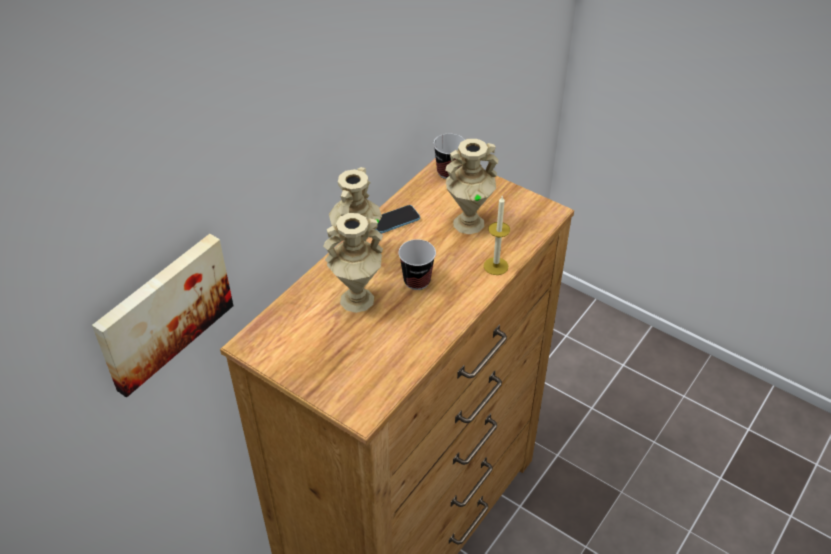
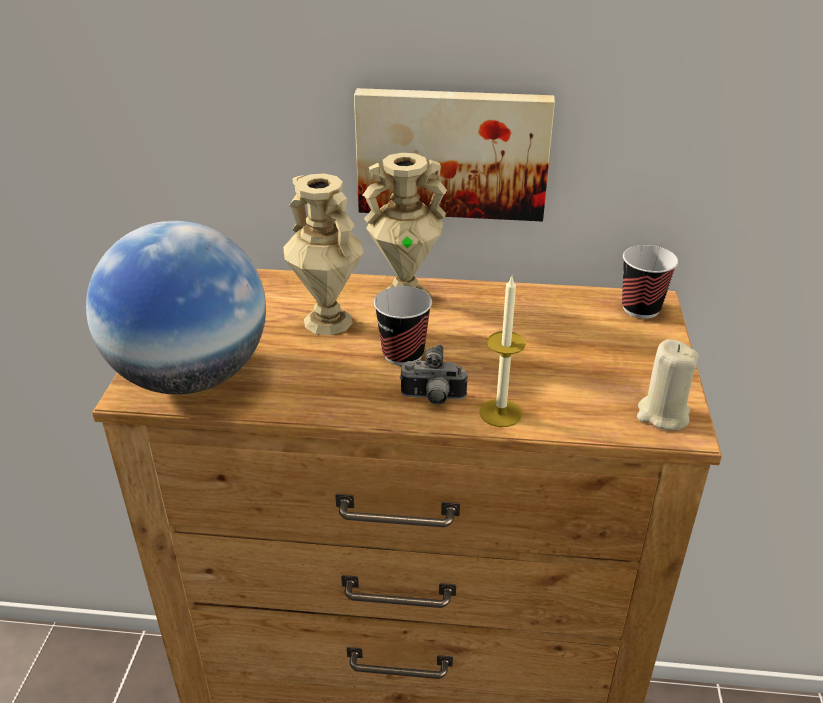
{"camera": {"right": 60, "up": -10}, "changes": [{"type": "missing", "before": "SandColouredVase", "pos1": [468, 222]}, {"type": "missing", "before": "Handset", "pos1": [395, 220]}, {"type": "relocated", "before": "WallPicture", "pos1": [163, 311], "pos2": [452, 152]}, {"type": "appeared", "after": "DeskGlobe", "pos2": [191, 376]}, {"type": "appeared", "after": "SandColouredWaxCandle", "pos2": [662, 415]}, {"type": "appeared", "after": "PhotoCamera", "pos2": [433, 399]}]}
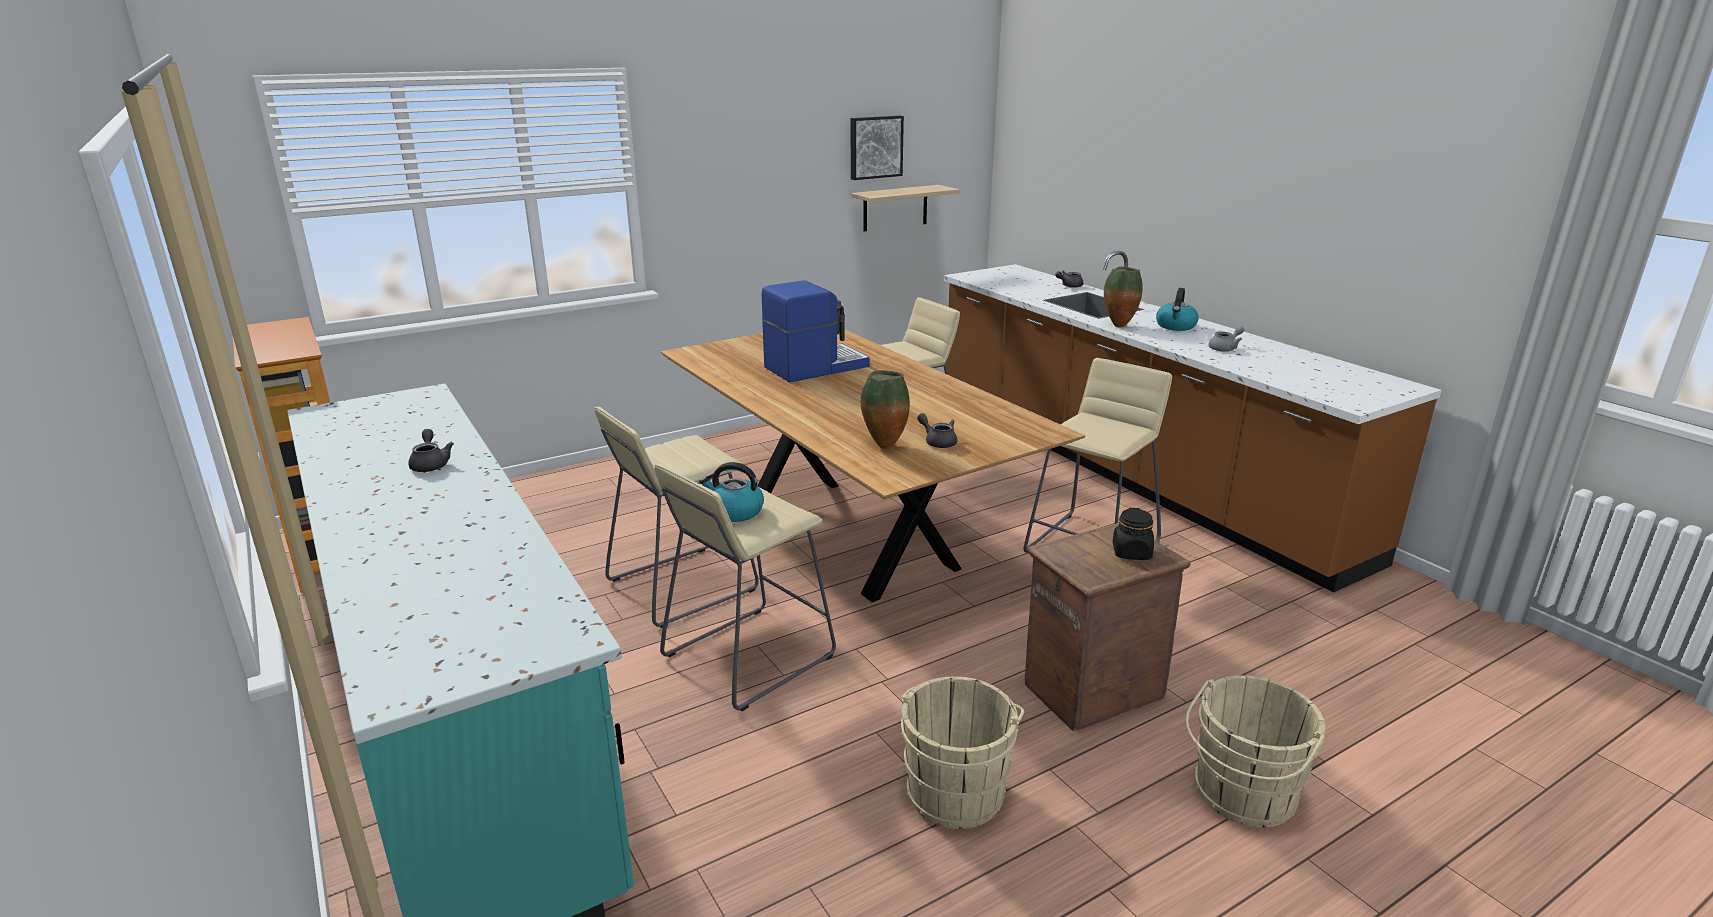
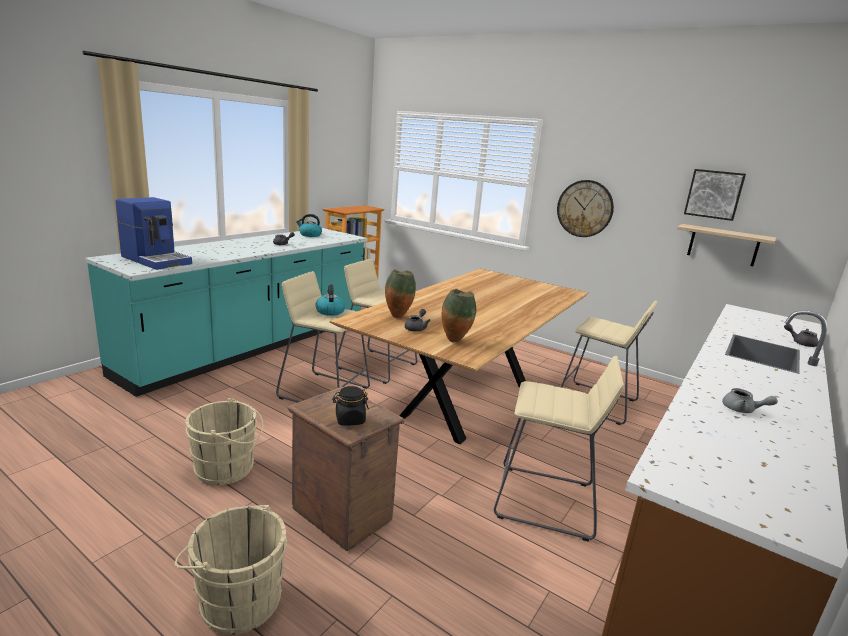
{"camera": {"right": 65, "up": -5}, "changes": [{"type": "relocated", "before": "Vase", "pos1": [1118, 325], "pos2": [455, 341]}, {"type": "relocated", "before": "CoffeeMaker", "pos1": [815, 367], "pos2": [157, 260]}, {"type": "relocated", "before": "Kettle", "pos1": [1176, 326], "pos2": [310, 235]}, {"type": "appeared", "after": "WallClock", "pos2": [585, 208]}]}
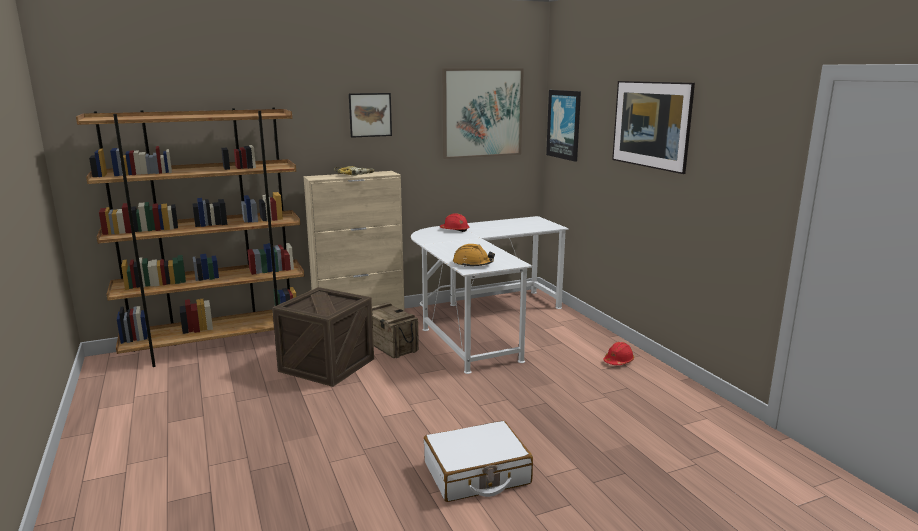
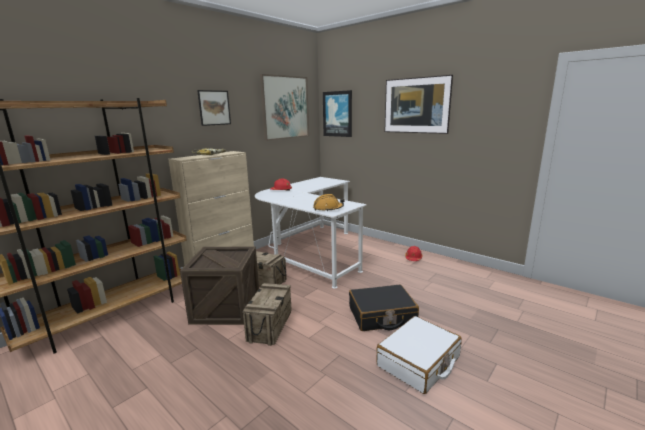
{"camera": {"right": -25, "up": 0}, "changes": [{"type": "appeared", "after": "Crate", "pos2": [269, 325]}, {"type": "appeared", "after": "BlackColouredSuitcase", "pos2": [382, 316]}]}
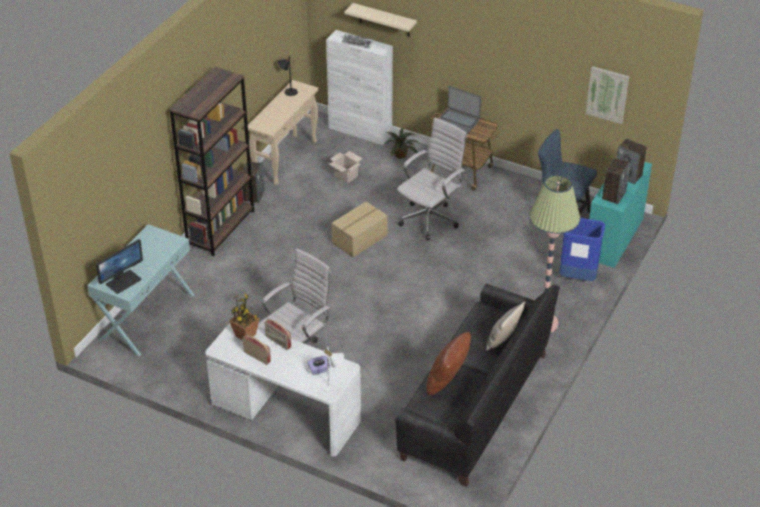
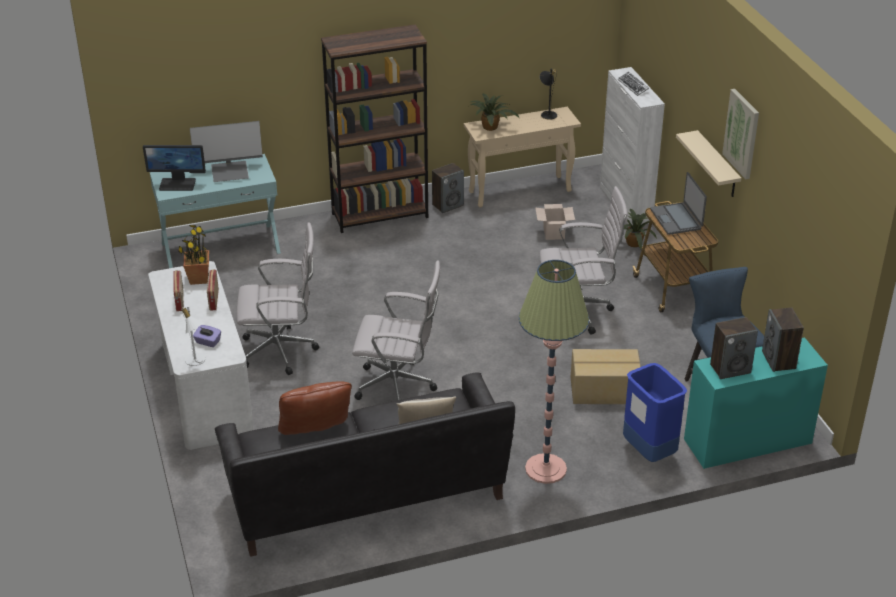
{"camera": {"right": 45, "up": -5}, "changes": [{"type": "relocated", "before": "SandColouredWallShelf", "pos1": [384, 20], "pos2": [717, 165]}, {"type": "relocated", "before": "WallPicture", "pos1": [607, 94], "pos2": [742, 133]}, {"type": "relocated", "before": "CardboardBox", "pos1": [360, 239], "pos2": [604, 391]}, {"type": "appeared", "after": "PottedPlant", "pos2": [491, 127]}, {"type": "appeared", "after": "Monitor", "pos2": [230, 172]}, {"type": "appeared", "after": "WhiteColouredOfficeChair", "pos2": [399, 387]}]}
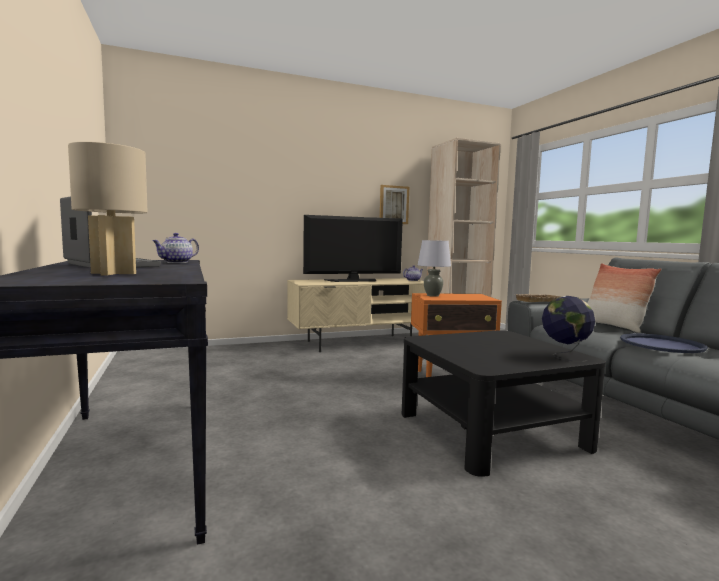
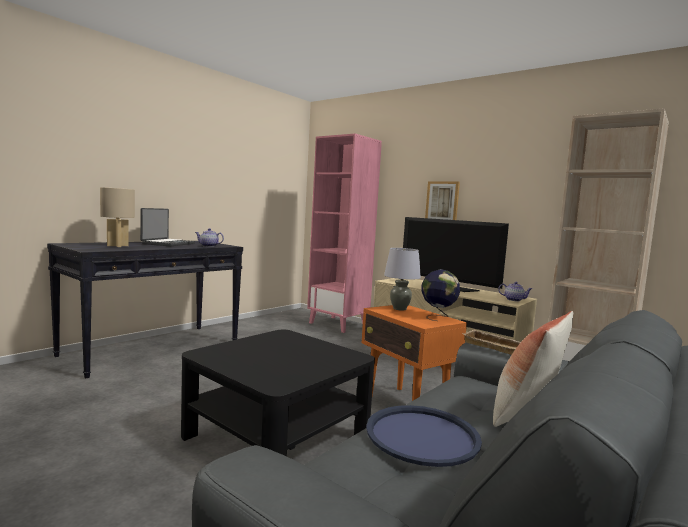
{"camera": {"right": 60, "up": 0}, "changes": [{"type": "relocated", "before": "WallPicture", "pos1": [393, 205], "pos2": [442, 202]}, {"type": "relocated", "before": "DeskGlobe", "pos1": [565, 356], "pos2": [438, 317]}, {"type": "appeared", "after": "PinkishShelvingUnit", "pos2": [338, 324]}]}
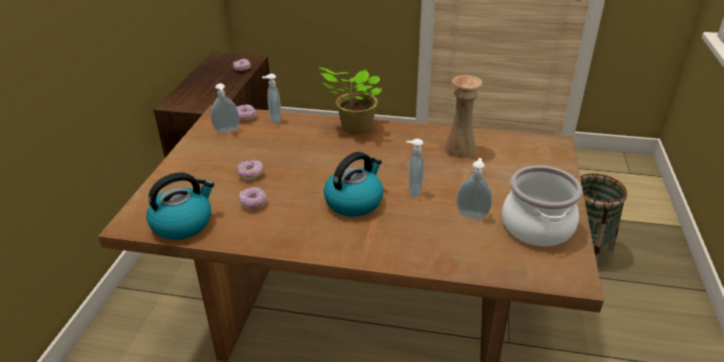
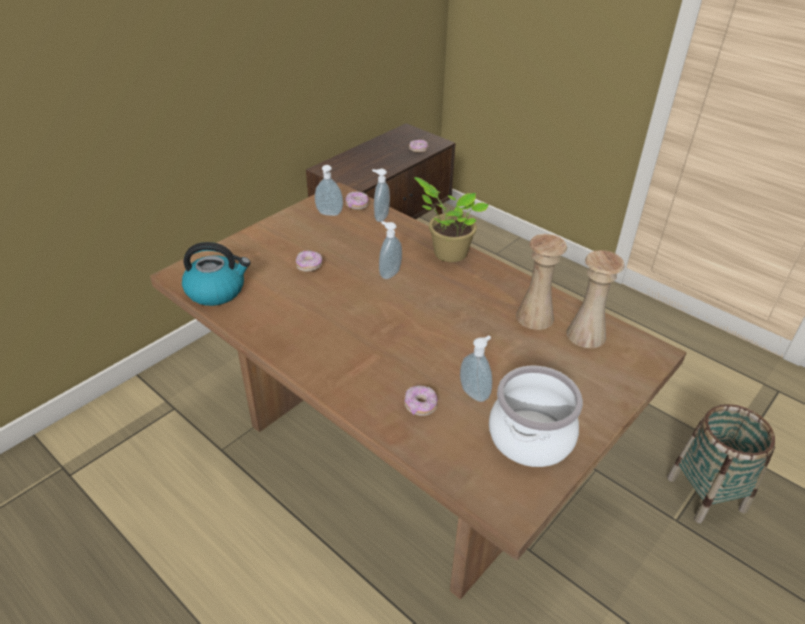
{"camera": {"right": 30, "up": 5}, "changes": [{"type": "relocated", "before": "SoapDispenser", "pos1": [413, 191], "pos2": [389, 273]}, {"type": "missing", "before": "Kettle", "pos1": [354, 201]}, {"type": "relocated", "before": "RingDoughnut", "pos1": [253, 204], "pos2": [420, 406]}, {"type": "appeared", "after": "SandColouredVase", "pos2": [586, 335]}]}
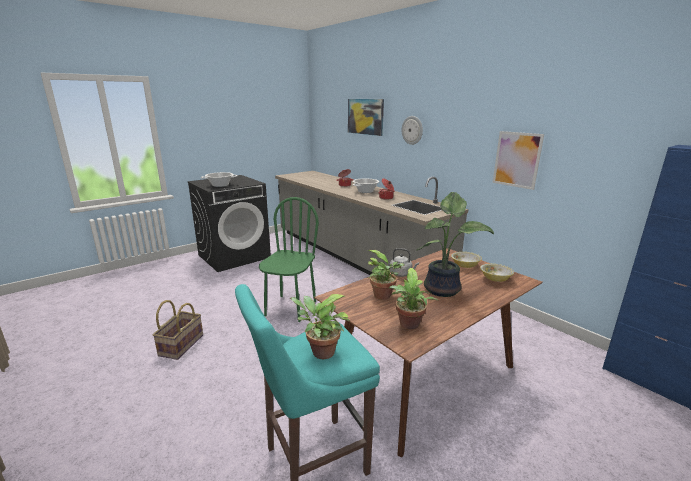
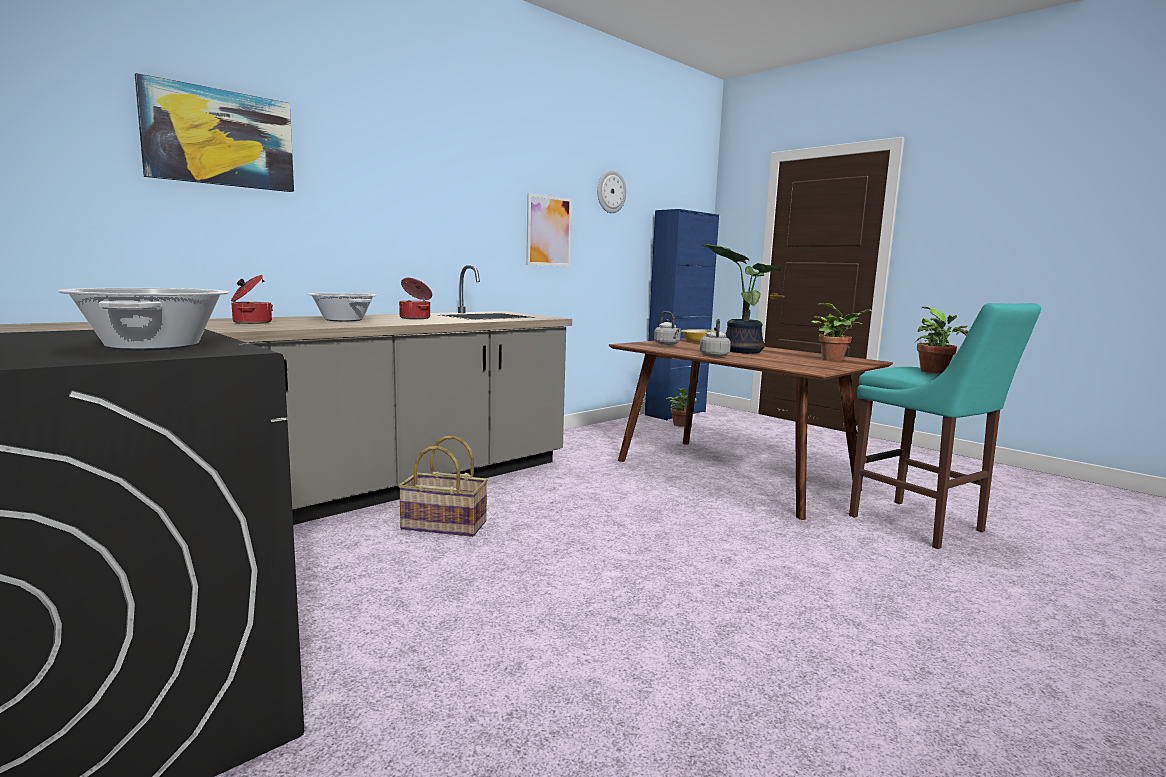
{"camera": {"right": -95, "up": -10}, "changes": [{"type": "relocated", "before": "WallClock", "pos1": [412, 130], "pos2": [610, 191]}, {"type": "missing", "before": "GreenColouredChair", "pos1": [290, 308]}, {"type": "relocated", "before": "PottedPlant", "pos1": [384, 296], "pos2": [680, 424]}, {"type": "exchanged", "before": "DeepDish", "after": "GreyKettle", "pos1": [465, 266], "pos2": [667, 344]}, {"type": "relocated", "before": "HouseholdBasket", "pos1": [181, 345], "pos2": [443, 526]}]}
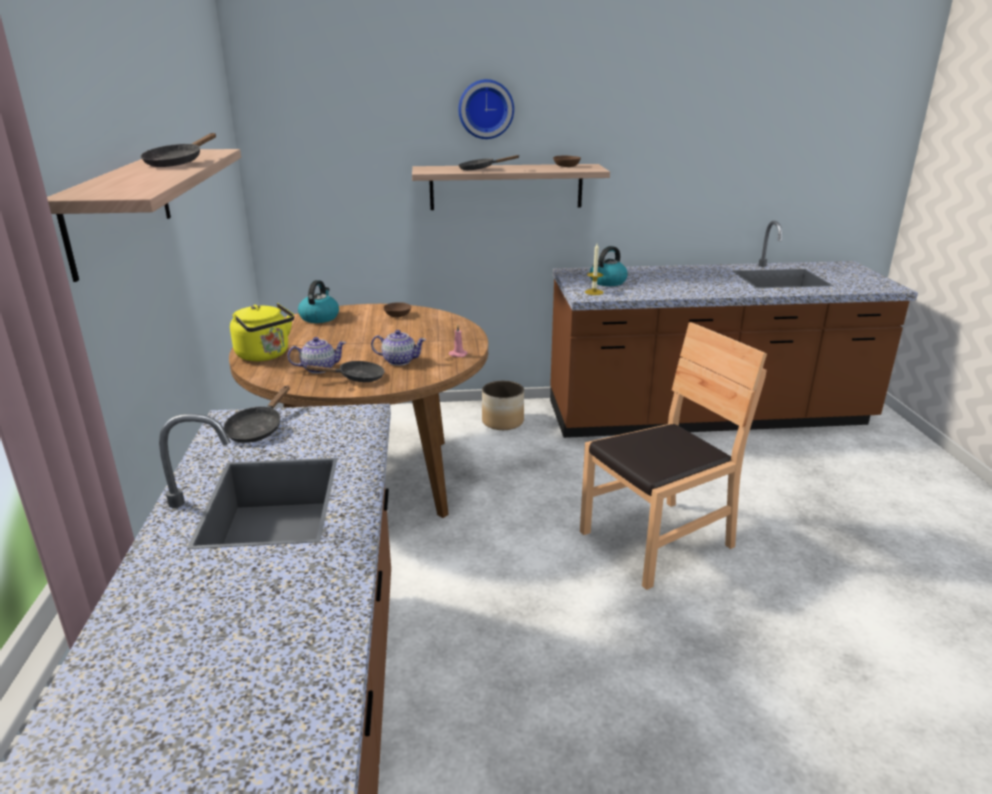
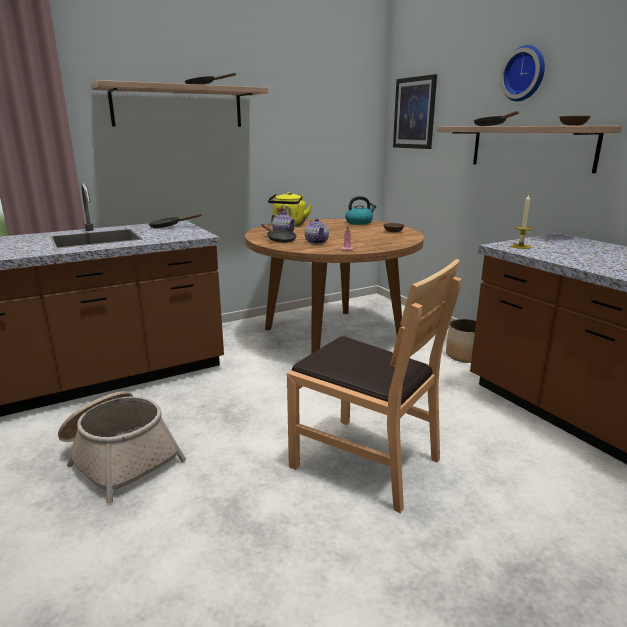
{"camera": {"right": 65, "up": -5}, "changes": [{"type": "missing", "before": "Kettle", "pos1": [607, 282]}, {"type": "appeared", "after": "WallPicture", "pos2": [414, 113]}, {"type": "appeared", "after": "HouseholdBasket", "pos2": [119, 457]}]}
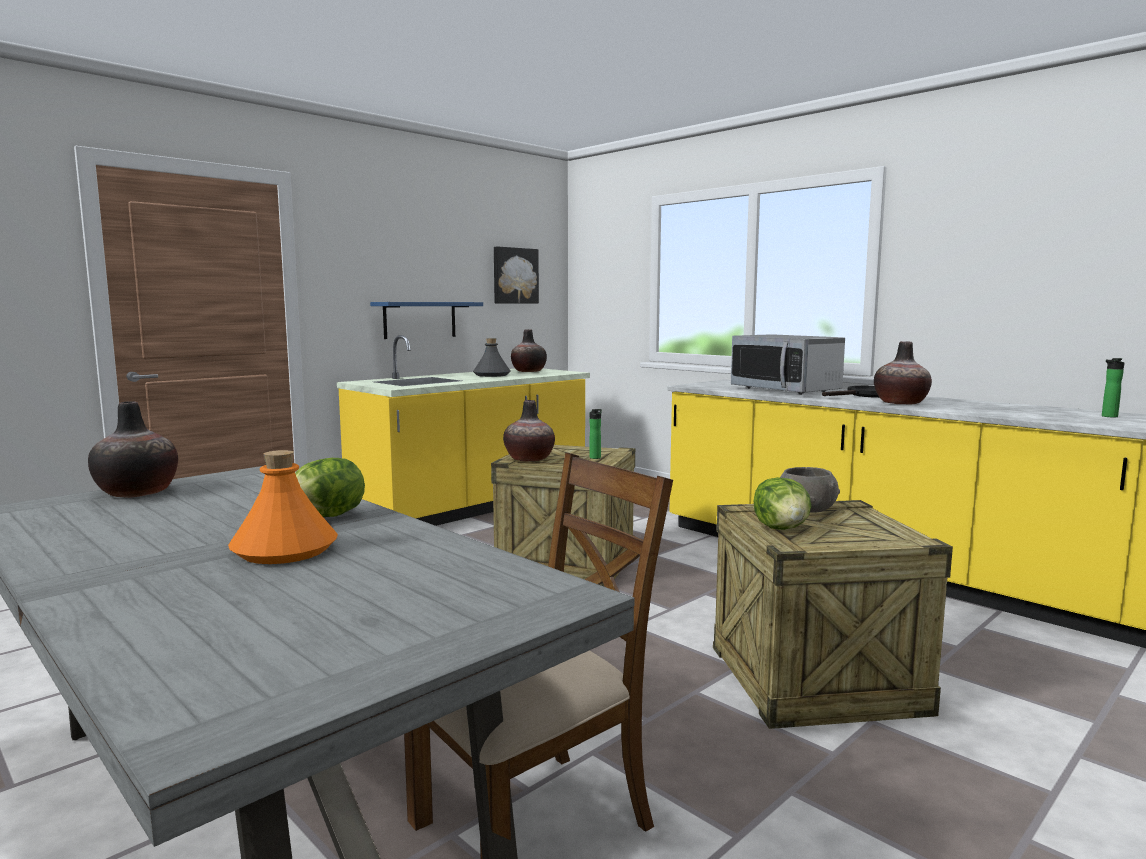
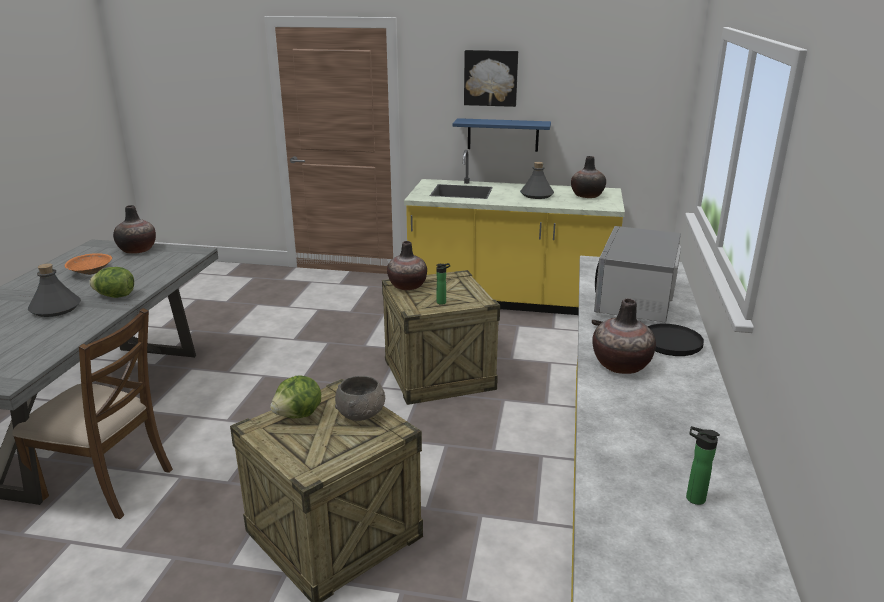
{"camera": {"right": 55, "up": 15}, "changes": [{"type": "relocated", "before": "WallPicture", "pos1": [514, 275], "pos2": [491, 78]}, {"type": "colour", "before": "OrangeBeverageBottle", "after": "GreyBeverageBottle", "pos1": [284, 550], "pos2": [55, 308]}, {"type": "appeared", "after": "OrangeDeepDish", "pos2": [90, 273]}]}
